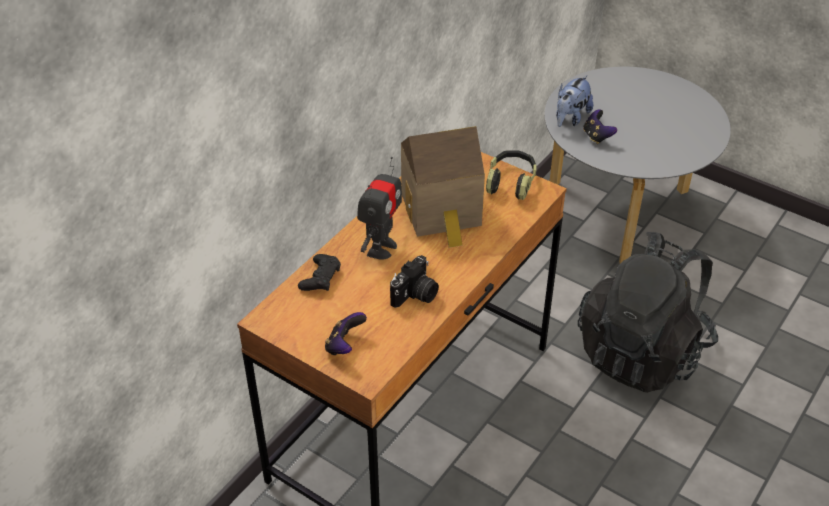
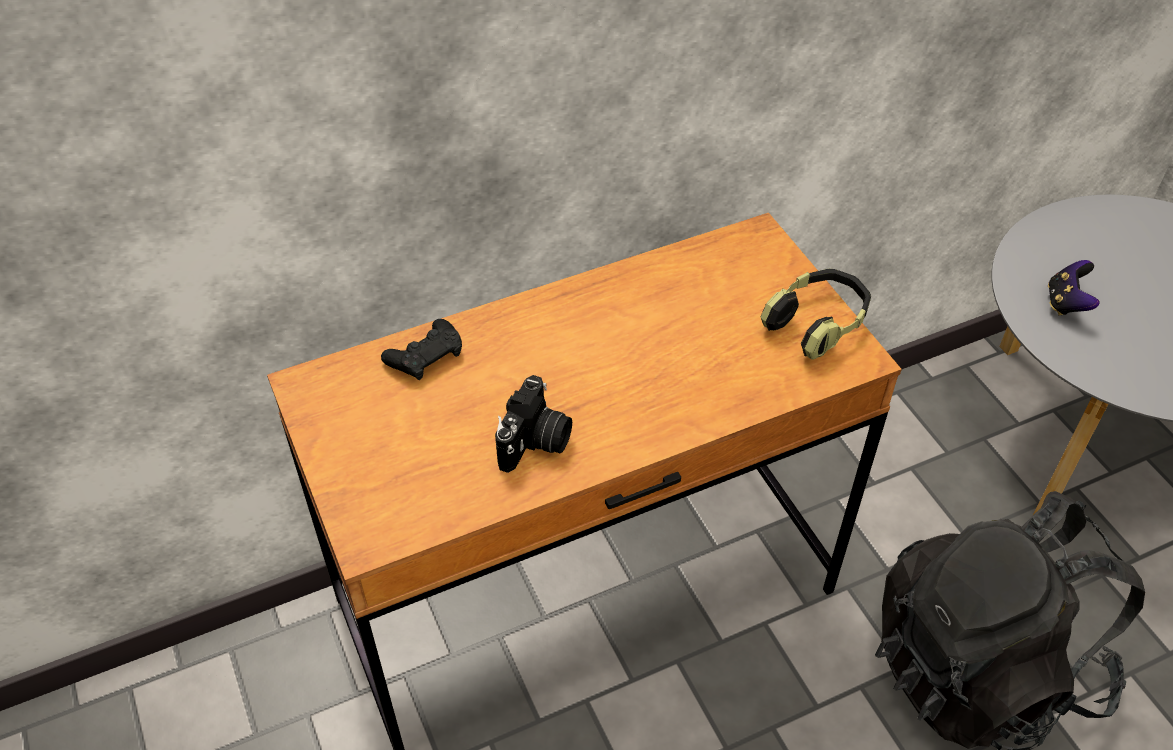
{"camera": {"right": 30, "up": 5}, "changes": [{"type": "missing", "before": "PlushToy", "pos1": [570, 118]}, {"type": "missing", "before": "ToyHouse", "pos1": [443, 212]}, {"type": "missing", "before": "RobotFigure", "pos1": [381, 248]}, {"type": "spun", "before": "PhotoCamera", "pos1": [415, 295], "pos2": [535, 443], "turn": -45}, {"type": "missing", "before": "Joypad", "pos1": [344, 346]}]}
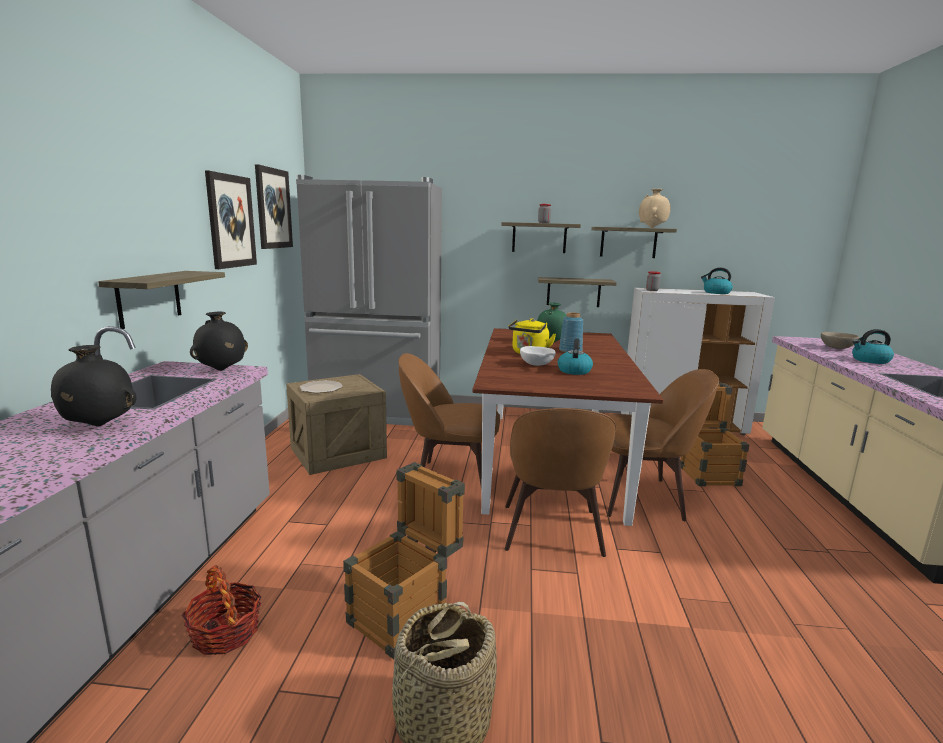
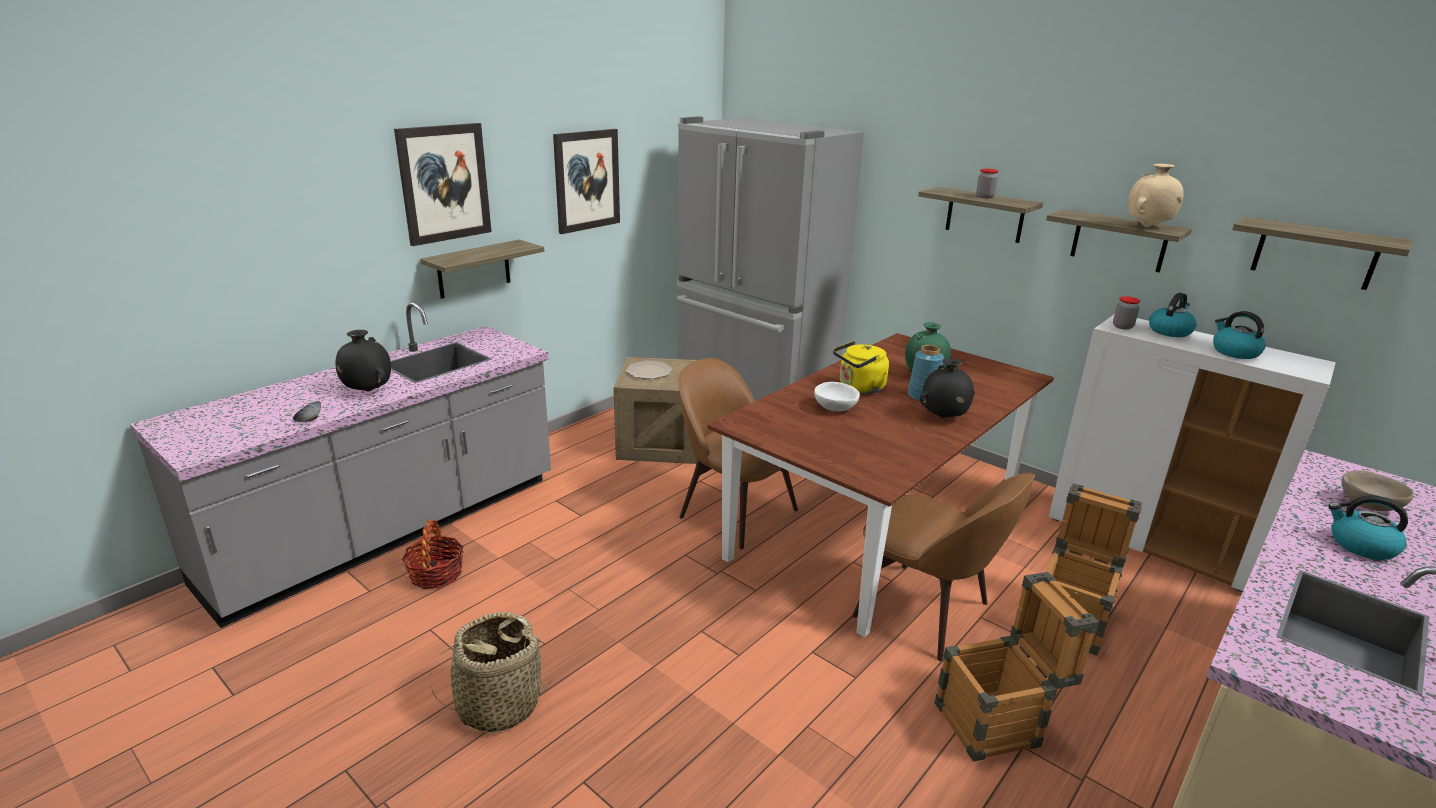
{"camera": {"right": 35, "up": 10}, "changes": [{"type": "relocated", "before": "WallPicture", "pos1": [273, 208], "pos2": [444, 183]}, {"type": "relocated", "before": "WallShelf", "pos1": [573, 292], "pos2": [1315, 253]}, {"type": "relocated", "before": "BlackColouredVase", "pos1": [221, 370], "pos2": [943, 418]}, {"type": "relocated", "before": "Kettle", "pos1": [574, 371], "pos2": [1169, 331]}, {"type": "missing", "before": "BrownChair", "pos1": [552, 532]}, {"type": "relocated", "before": "Crate", "pos1": [406, 614], "pos2": [998, 722]}, {"type": "appeared", "after": "DeepDish", "pos2": [309, 421]}]}
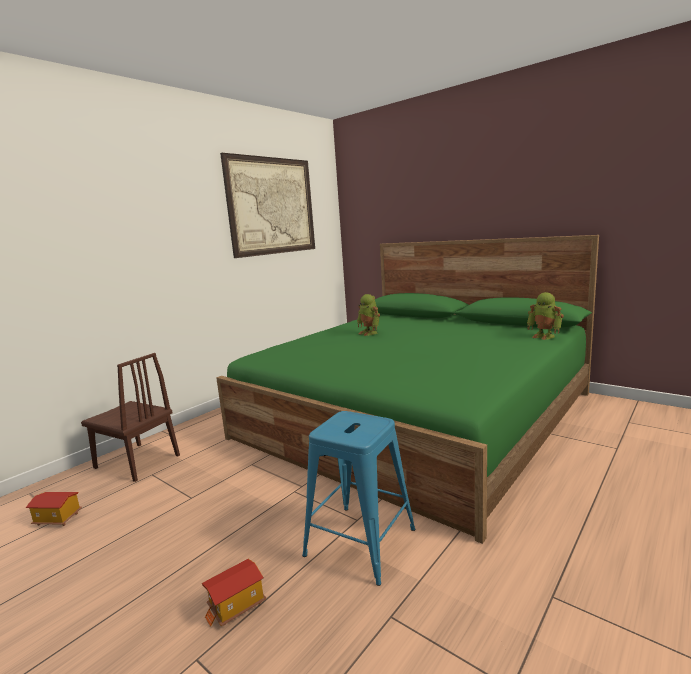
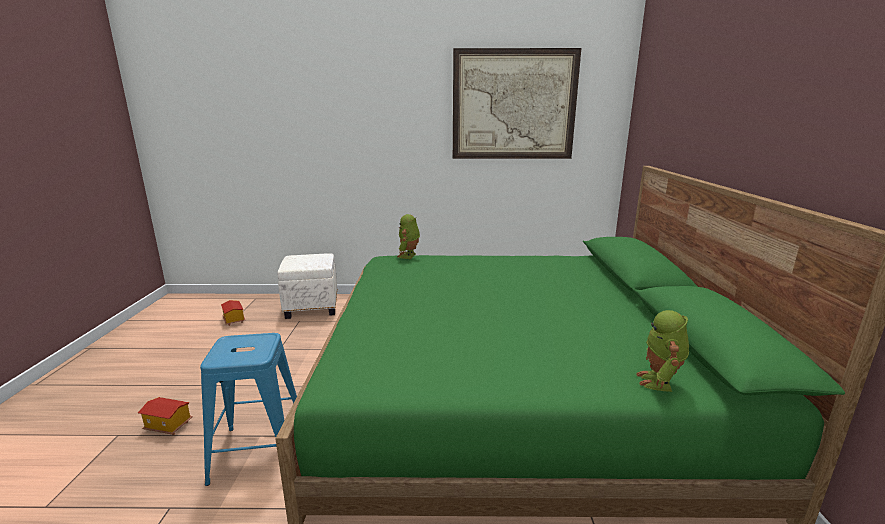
{"camera": {"right": 50, "up": 5}, "changes": [{"type": "relocated", "before": "RobotFigure", "pos1": [369, 333], "pos2": [409, 256]}, {"type": "exchanged", "before": "BrownChair", "after": "WhiteColouredPouffe", "pos1": [137, 461], "pos2": [311, 308]}]}
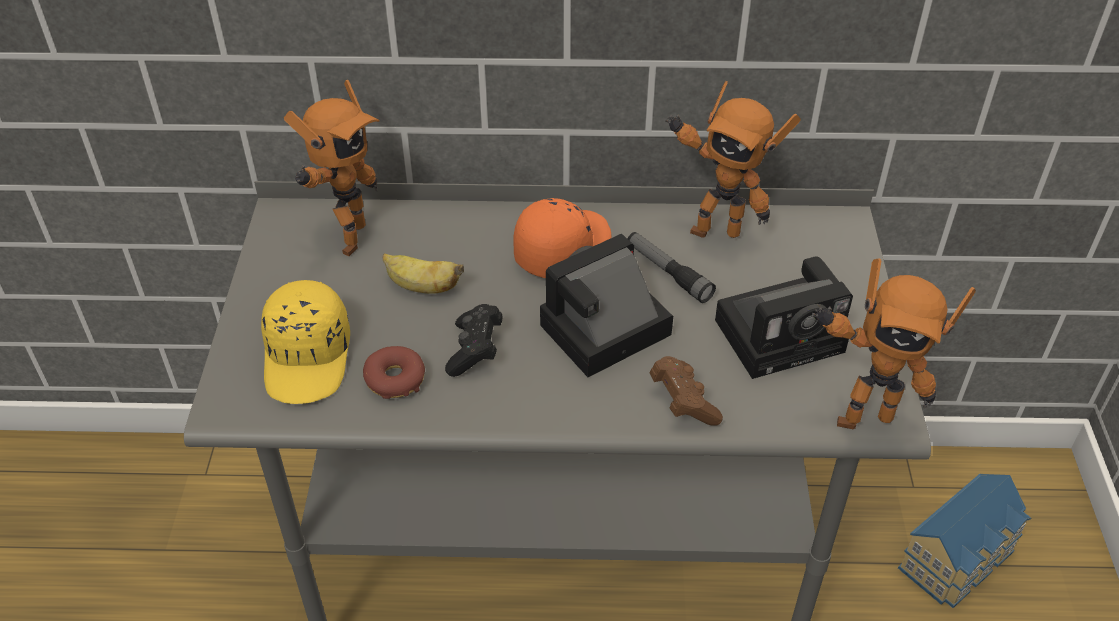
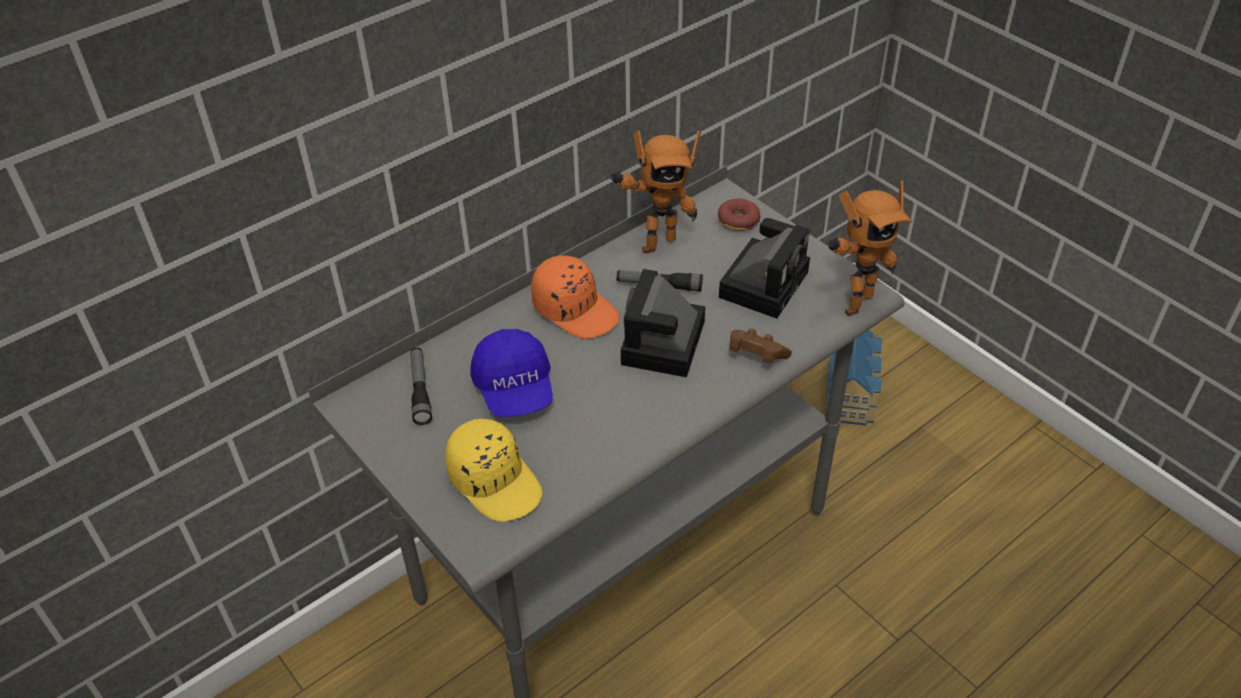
{"camera": {"right": -40, "up": 0}, "changes": [{"type": "exchanged", "before": "RobotFigure", "after": "HandTorch", "pos1": [347, 238], "pos2": [420, 390]}, {"type": "spun", "before": "OrangePeakedCap", "pos1": [561, 248], "pos2": [576, 309], "turn": 135}, {"type": "exchanged", "before": "WholeBanana", "after": "BluishPeakedCap", "pos1": [422, 287], "pos2": [515, 389]}, {"type": "missing", "before": "BlackColouredJoypad", "pos1": [475, 351]}, {"type": "relocated", "before": "RingDoughnut", "pos1": [395, 379], "pos2": [738, 220]}]}
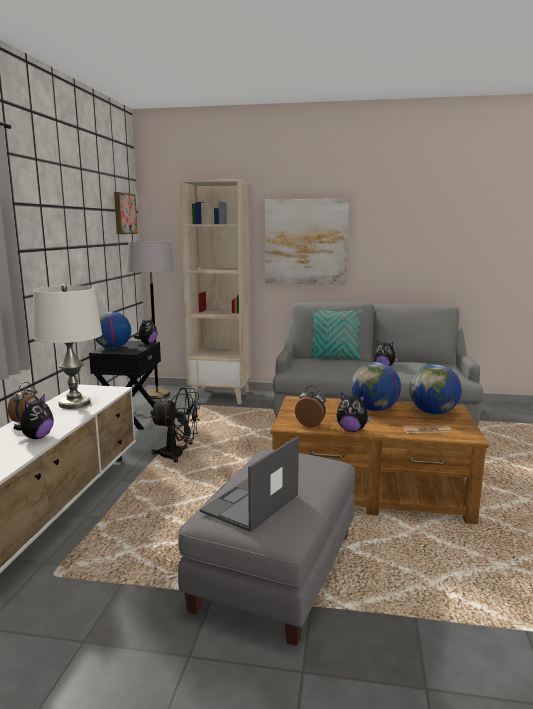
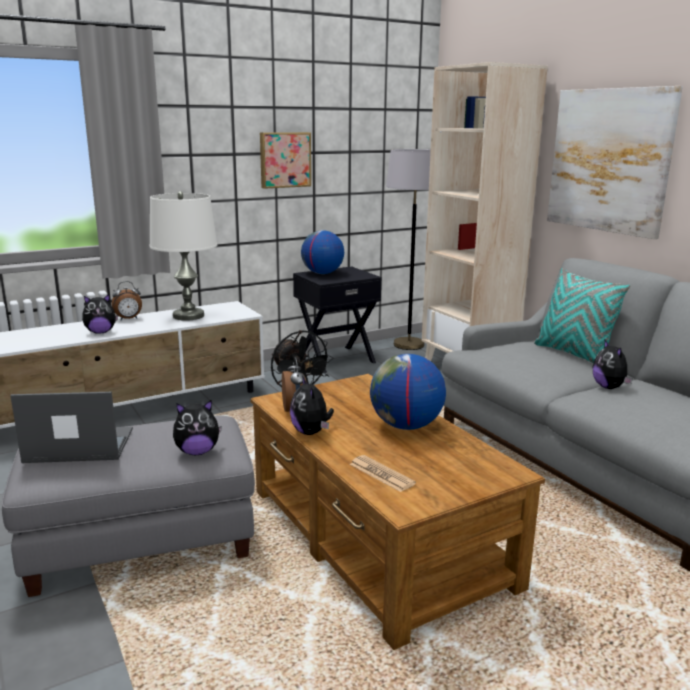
{"camera": {"right": 50, "up": 5}, "changes": [{"type": "relocated", "before": "WallPicture", "pos1": [124, 213], "pos2": [284, 159]}, {"type": "relocated", "before": "PlushToy", "pos1": [147, 343], "pos2": [197, 452]}, {"type": "missing", "before": "DeskGlobe", "pos1": [433, 413]}]}
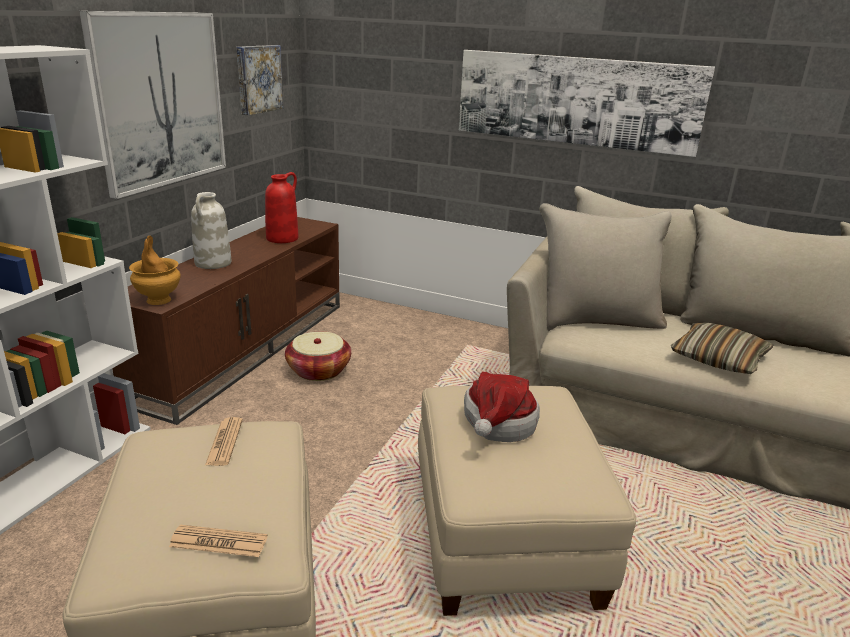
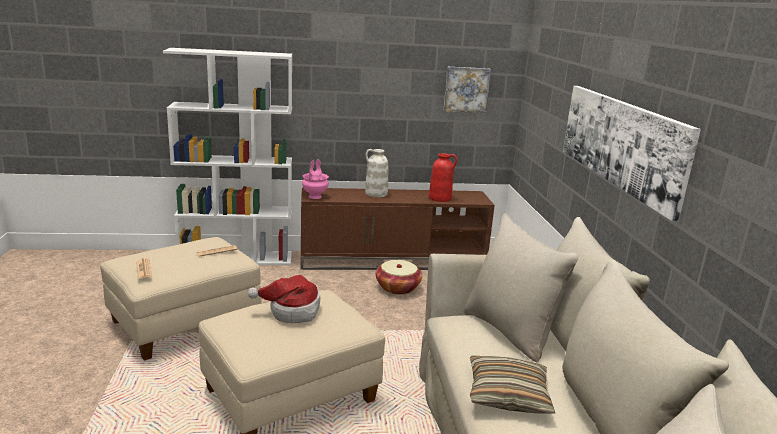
{"camera": {"right": 60, "up": -5}, "changes": [{"type": "missing", "before": "WallPicture", "pos1": [160, 100]}, {"type": "colour", "before": "BrownVase", "after": "PinkishVase", "pos1": [158, 300], "pos2": [315, 196]}]}
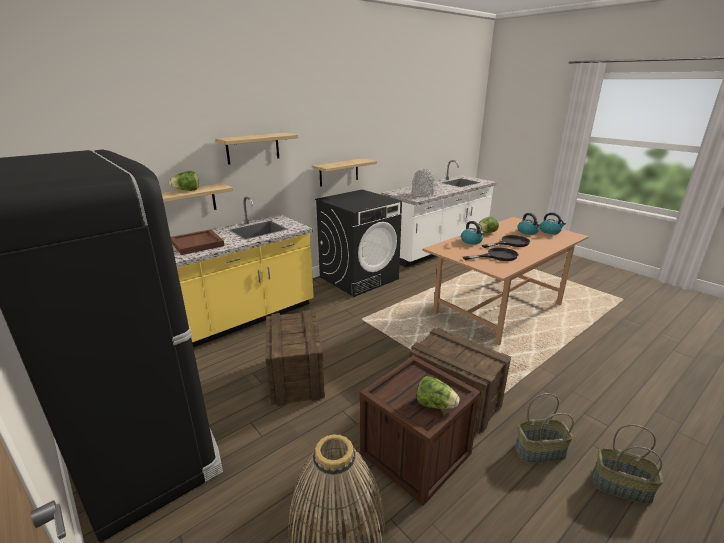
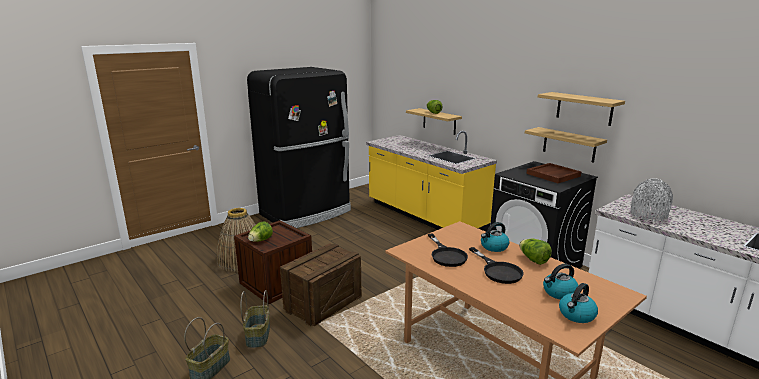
{"camera": {"right": 90, "up": -5}, "changes": [{"type": "relocated", "before": "WallShelf", "pos1": [253, 148], "pos2": [584, 108]}, {"type": "relocated", "before": "BrownTray", "pos1": [197, 244], "pos2": [553, 175]}, {"type": "missing", "before": "Crate", "pos1": [296, 377]}]}
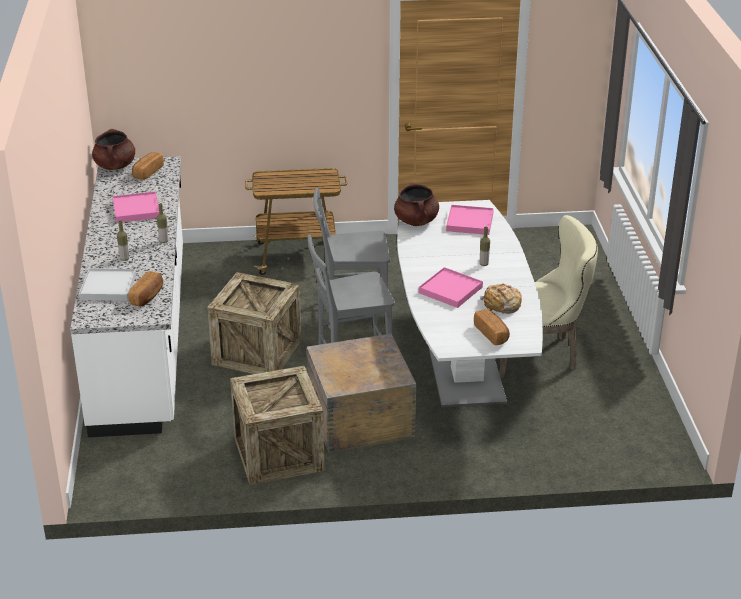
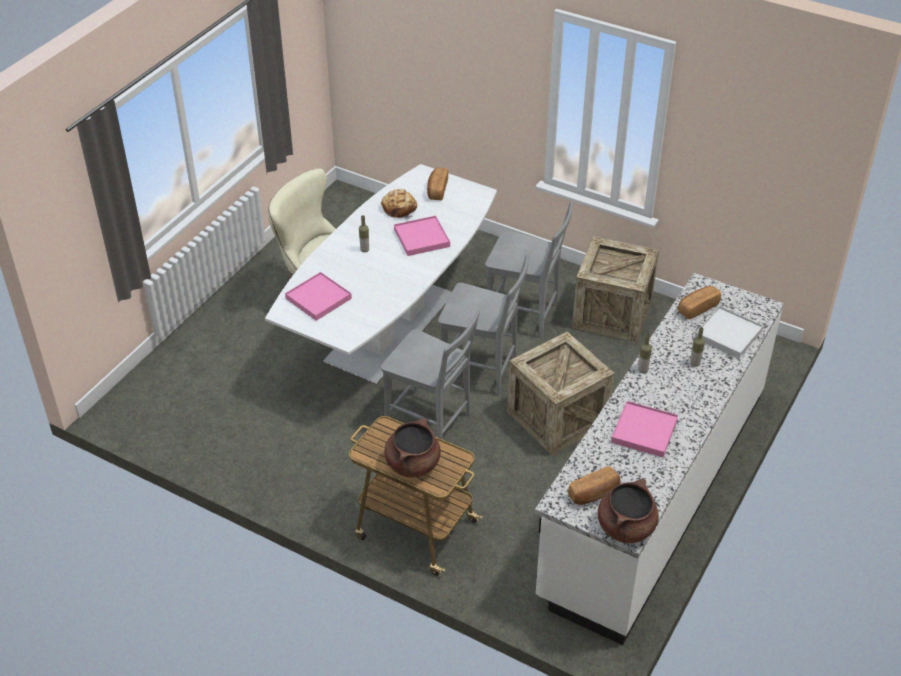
{"camera": {"right": -145, "up": 10}, "changes": [{"type": "relocated", "before": "BrownSaucepot", "pos1": [416, 221], "pos2": [413, 464]}, {"type": "exchanged", "before": "Crate", "after": "GreyChair", "pos1": [358, 417], "pos2": [525, 315]}]}
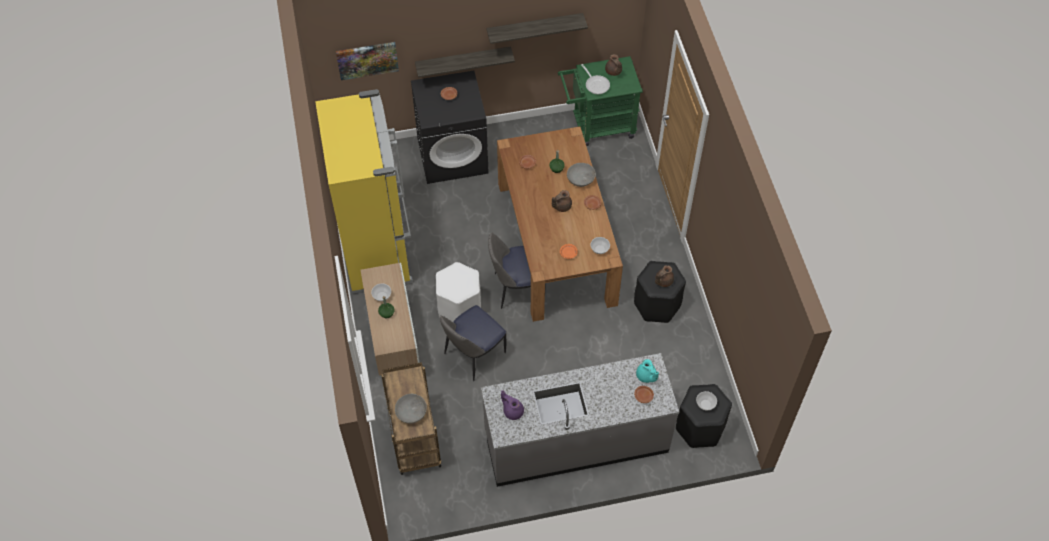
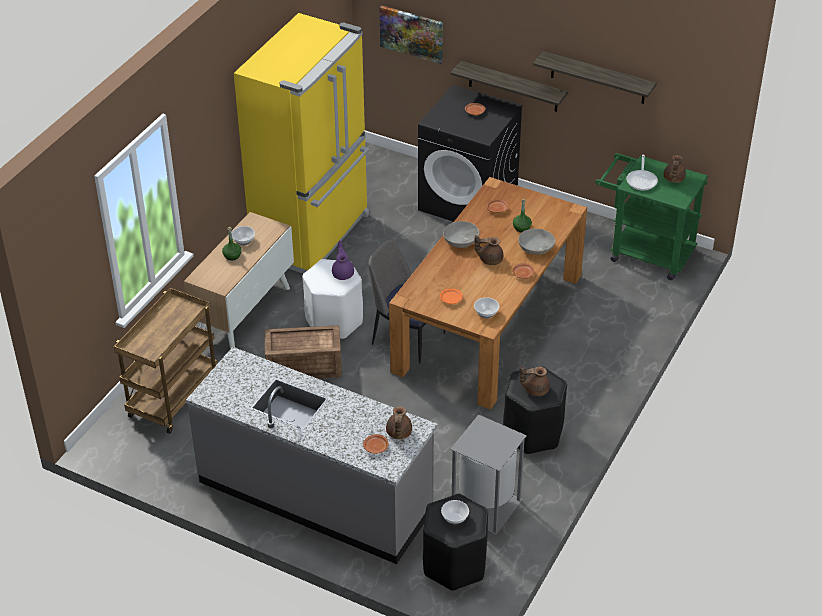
{"camera": {"right": 40, "up": -15}, "changes": [{"type": "exchanged", "before": "Chair", "after": "Crate", "pos1": [473, 355], "pos2": [303, 365]}, {"type": "colour", "before": "TurquoiseColouredTeaPot", "after": "BrownTeaPot", "pos1": [646, 376], "pos2": [398, 433]}, {"type": "relocated", "before": "PurpleColouredTeaPot", "pos1": [512, 411], "pos2": [343, 273]}, {"type": "relocated", "before": "GreyDeepDish", "pos1": [411, 412], "pos2": [461, 241]}, {"type": "appeared", "after": "GreyRubbishBin", "pos2": [486, 507]}]}
